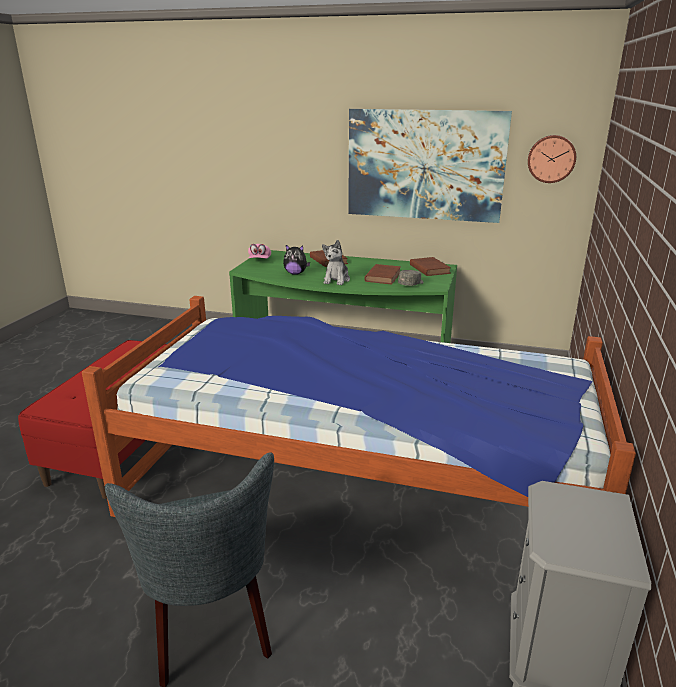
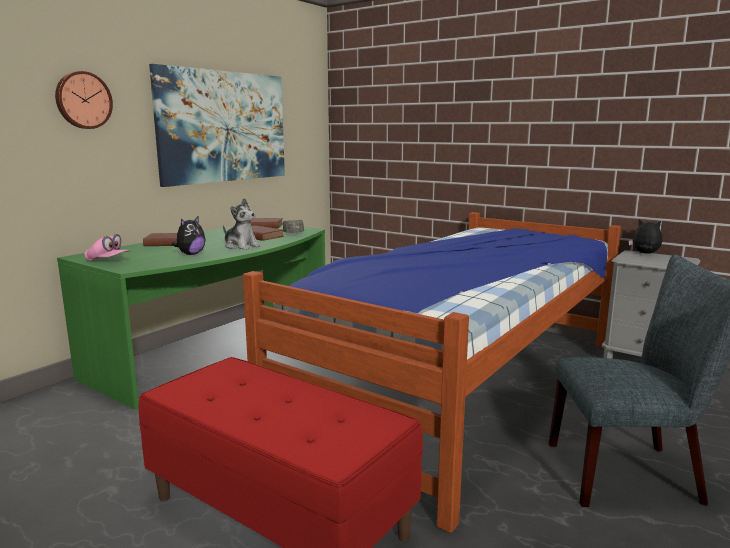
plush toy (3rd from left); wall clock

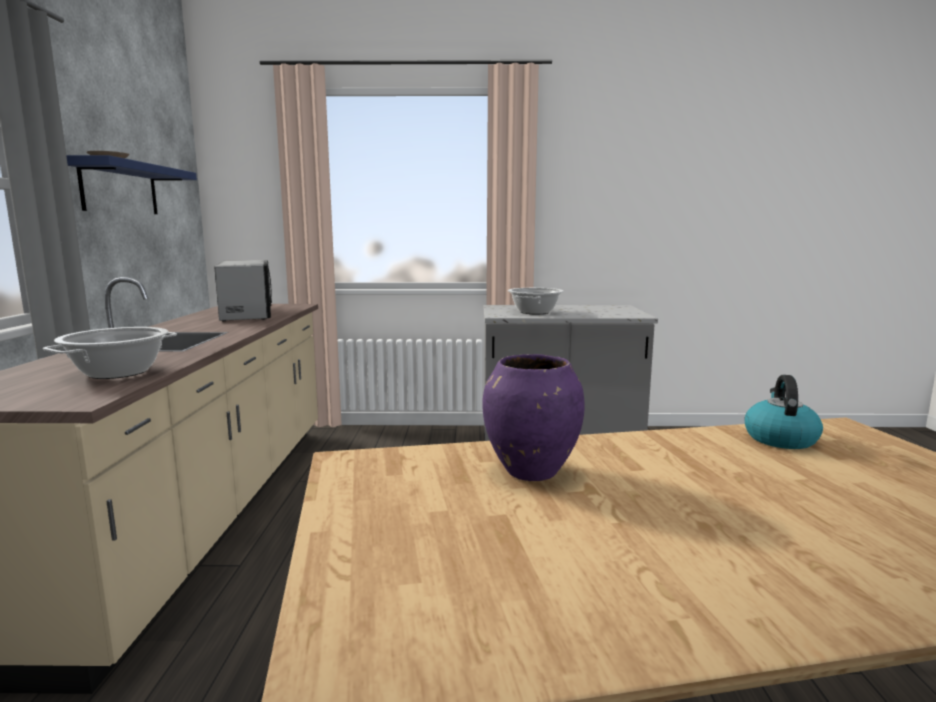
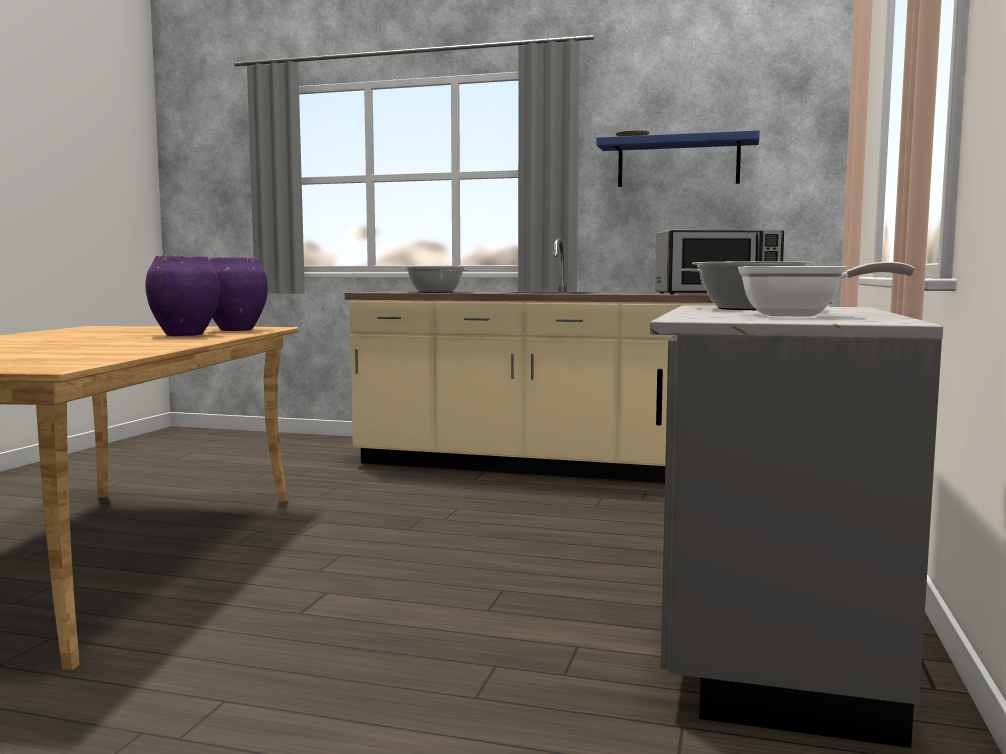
water kettle; purple-coloured vase (2nd from left); skillet

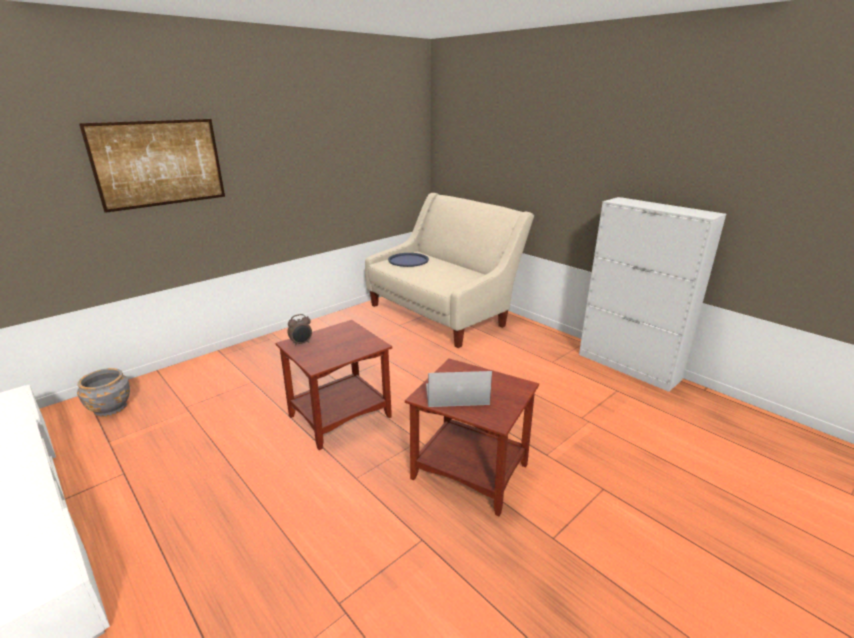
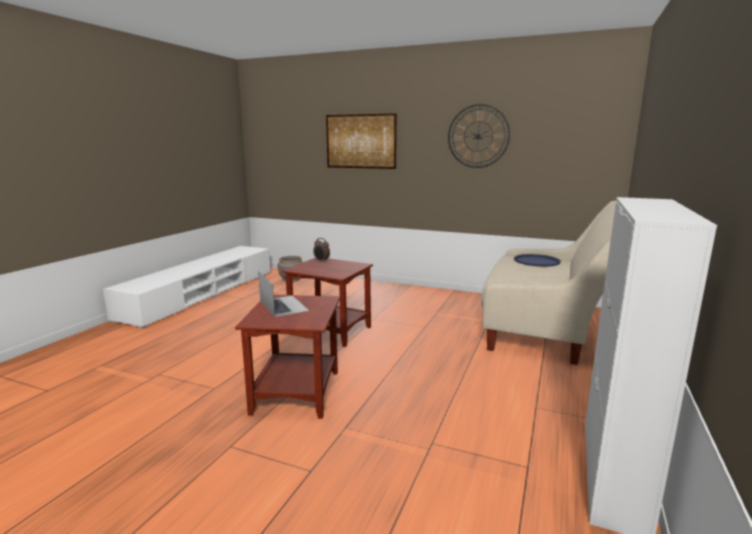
wall clock

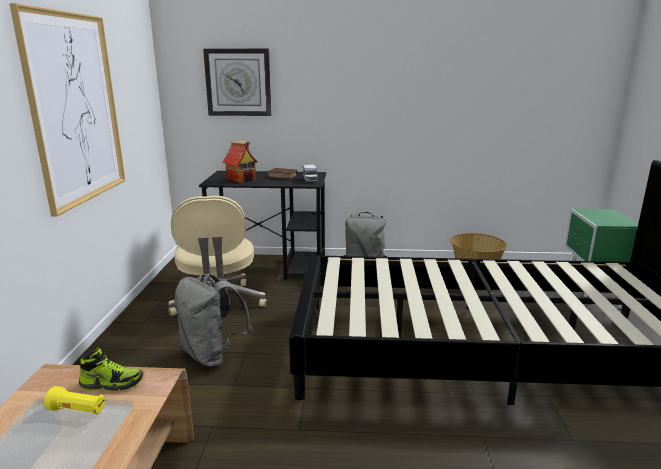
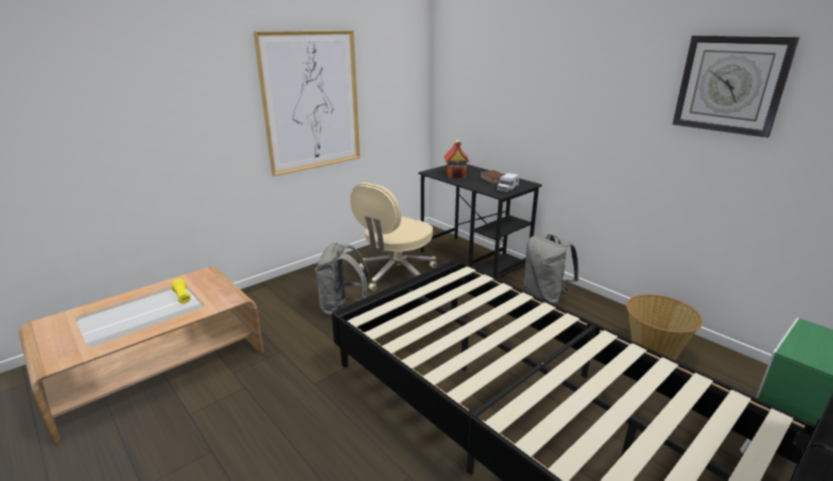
item of footwear; wall clock

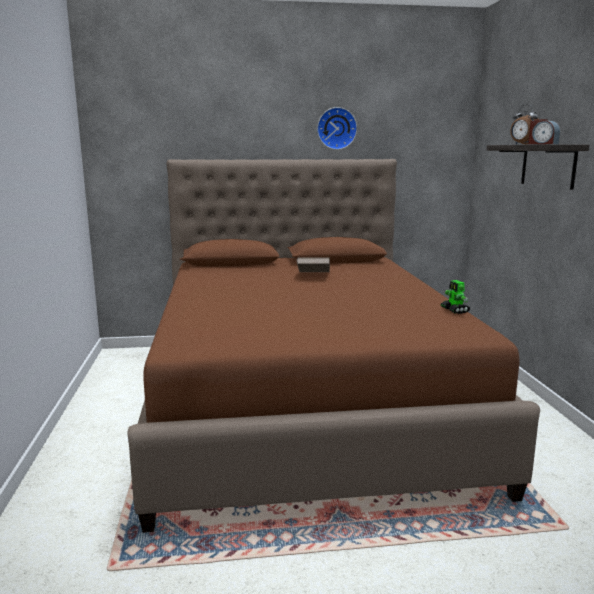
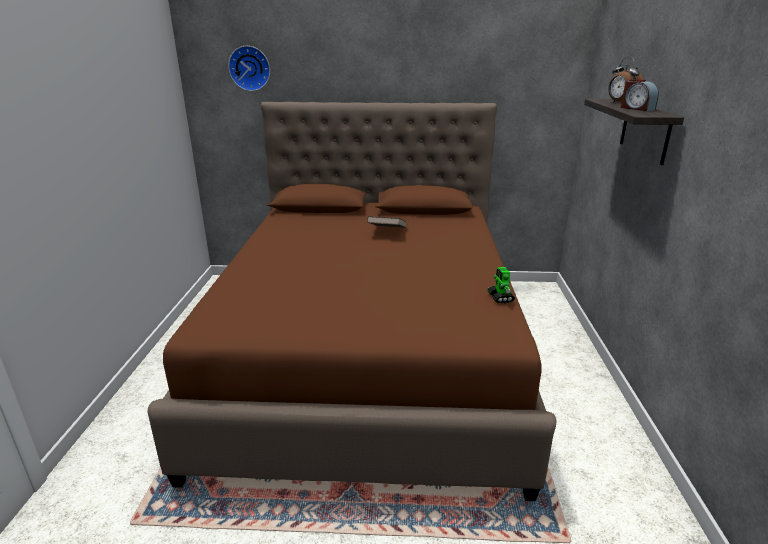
wall clock

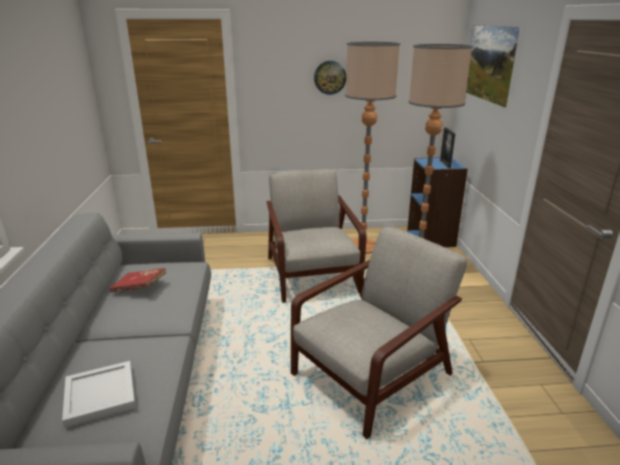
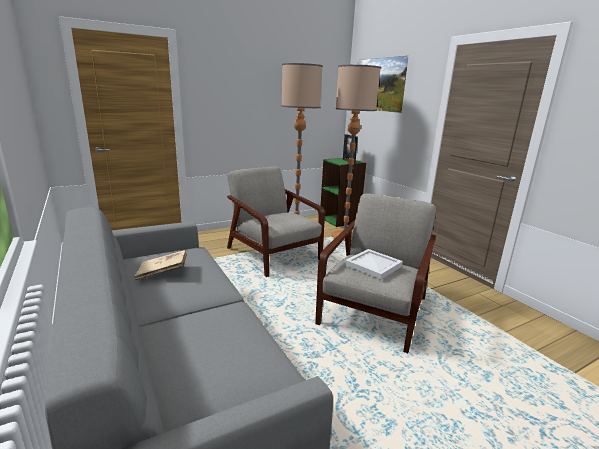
wall clock; whitish tray; beige book; green bookshelf

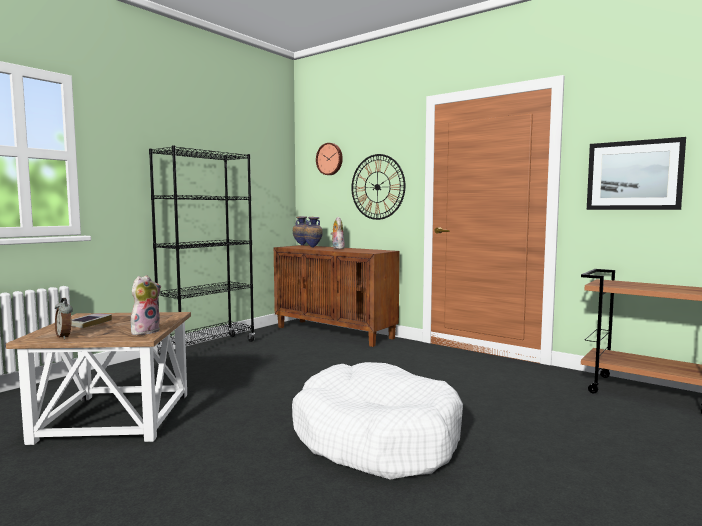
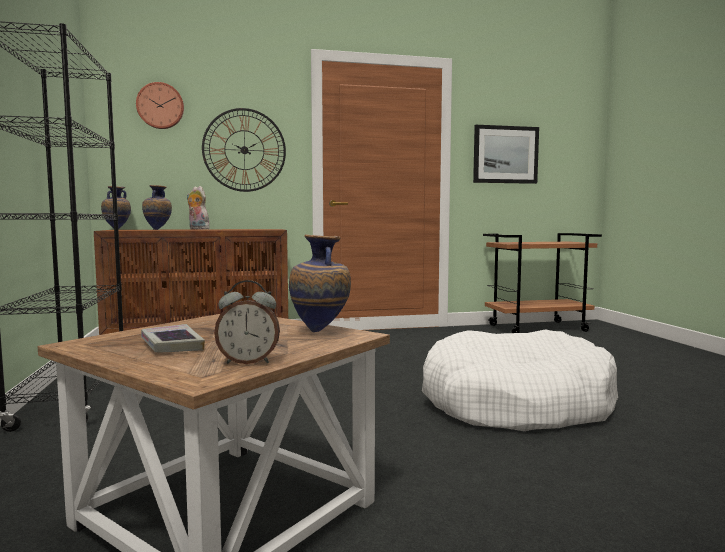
vase (3rd from left)

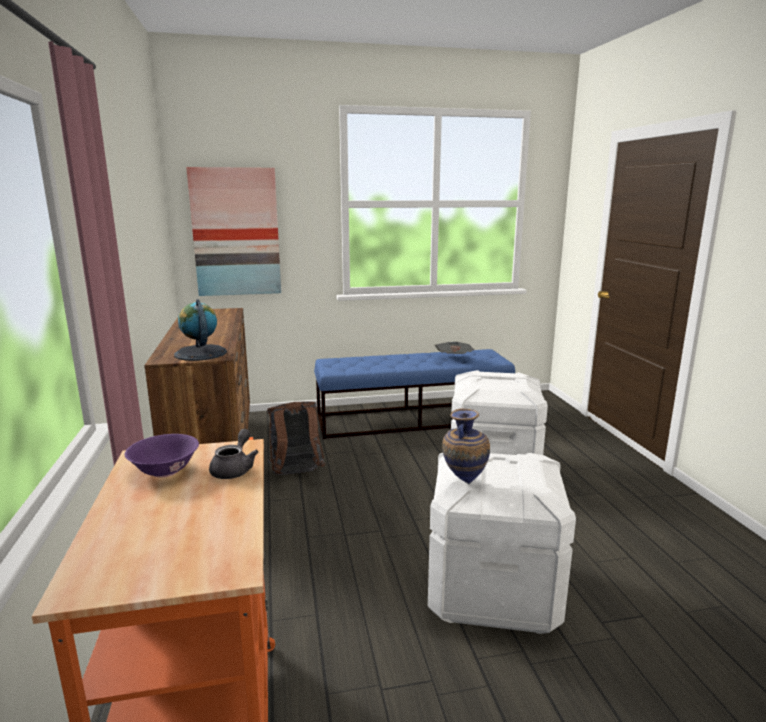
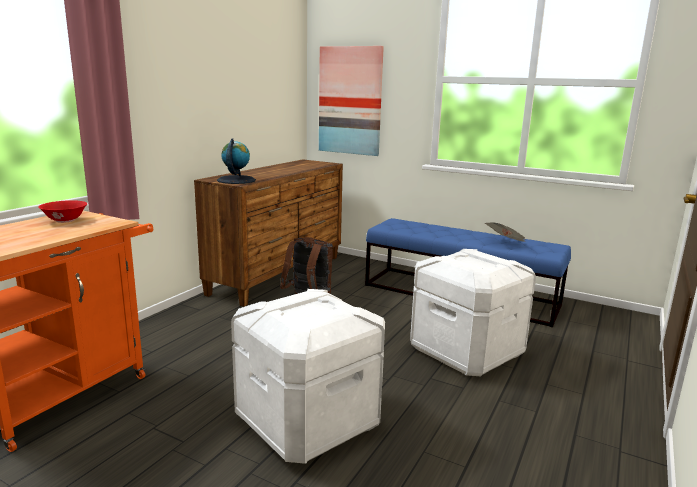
gray pot for tea; vase; reddish serving bowl

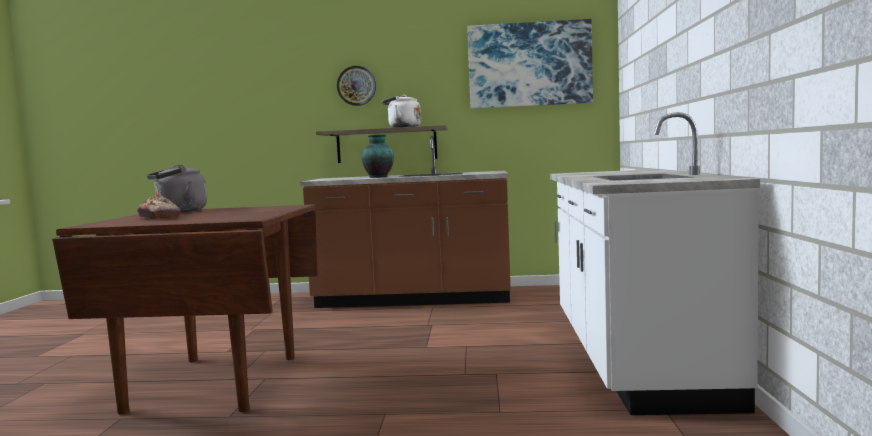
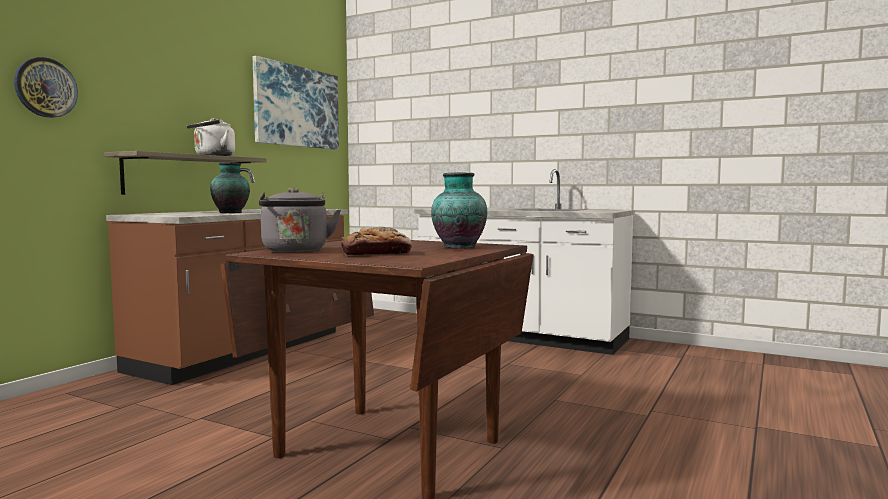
vase (2nd from left); wall clock

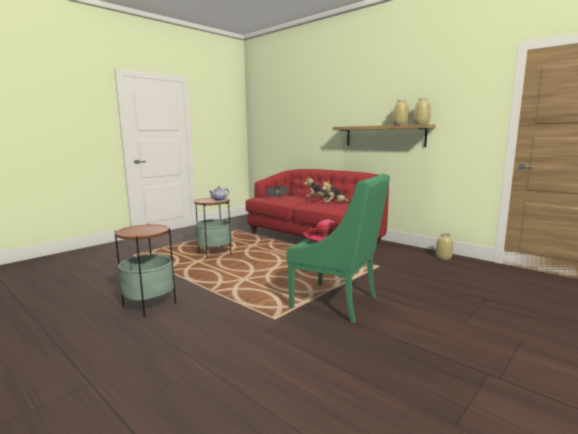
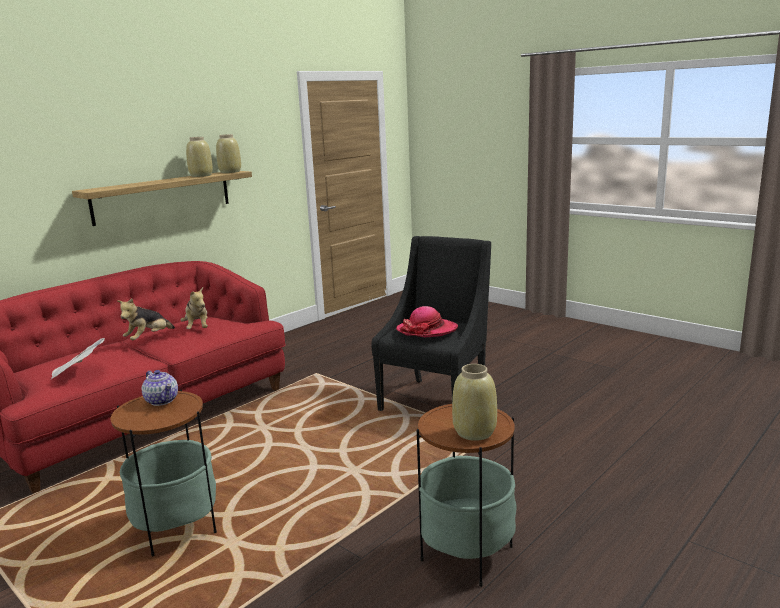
beige vase (3rd from left); black-coloured armchair

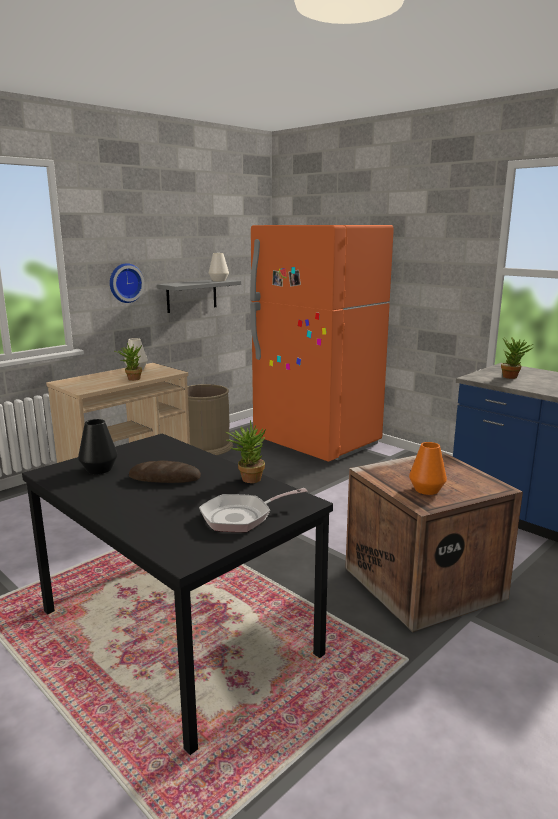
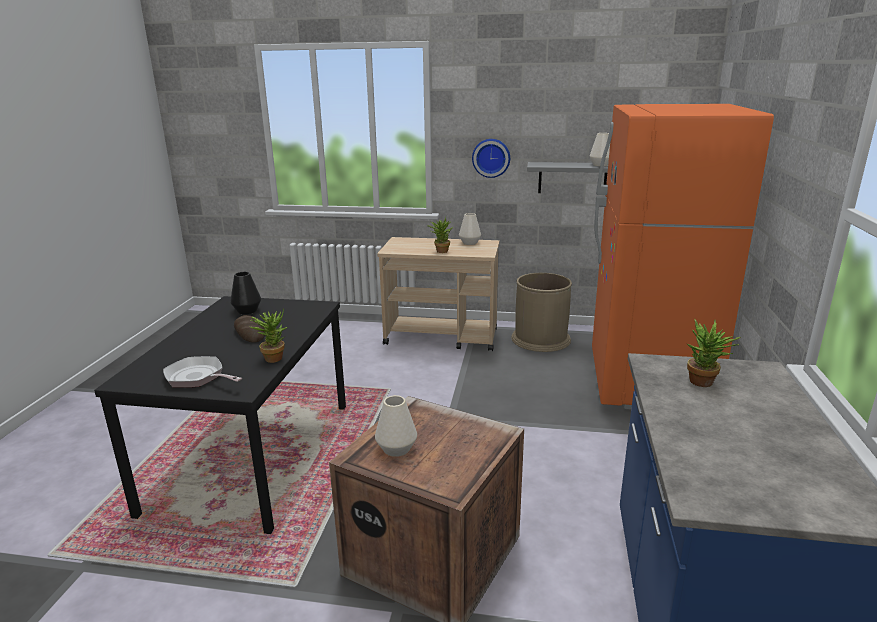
whitish vase (1st from left)

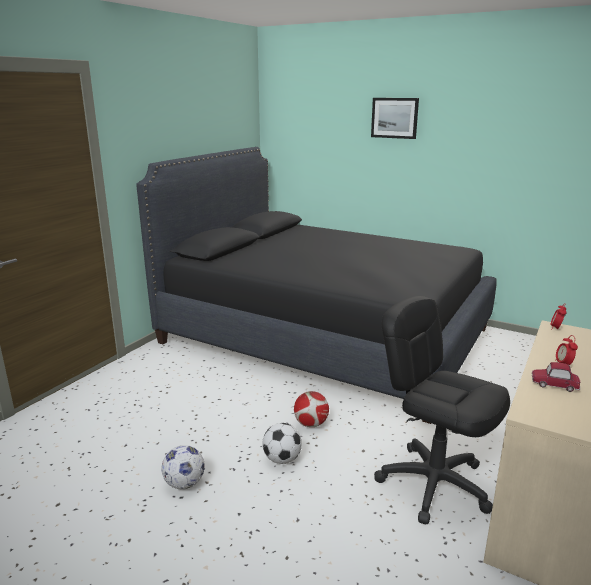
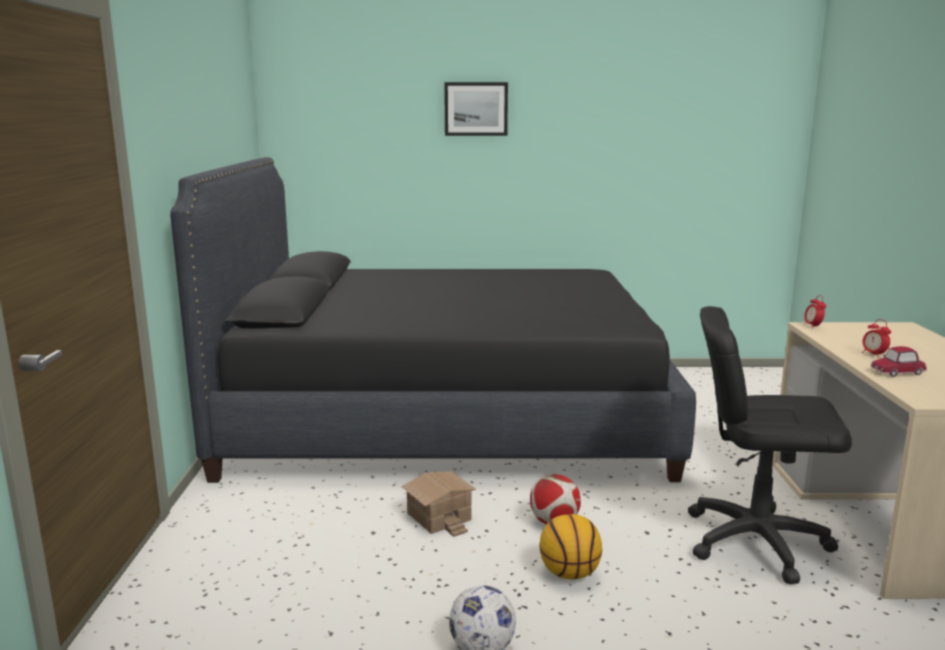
model house; basketball ball

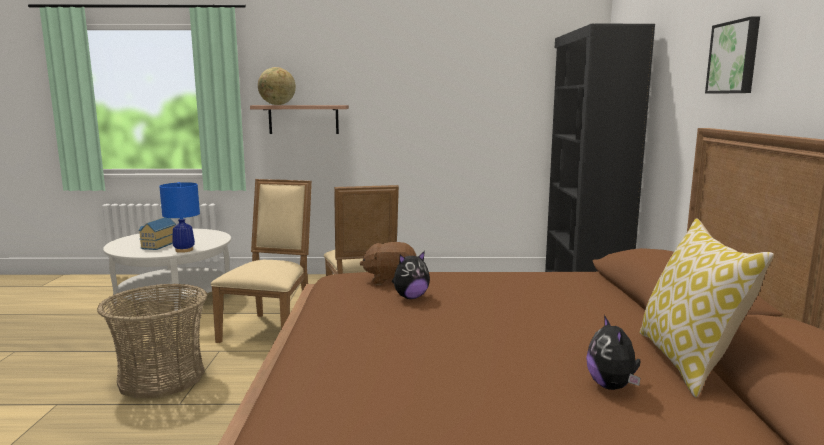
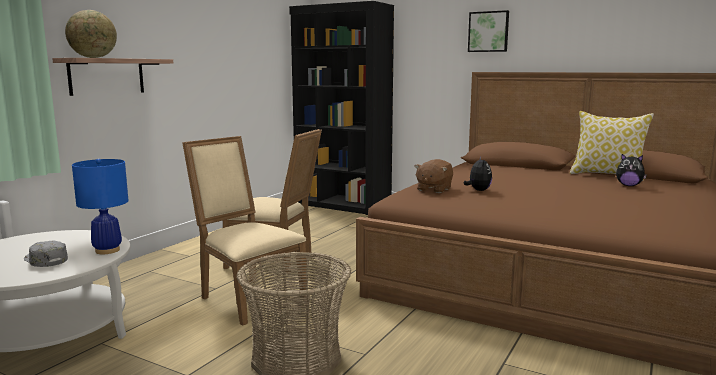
gray cap

